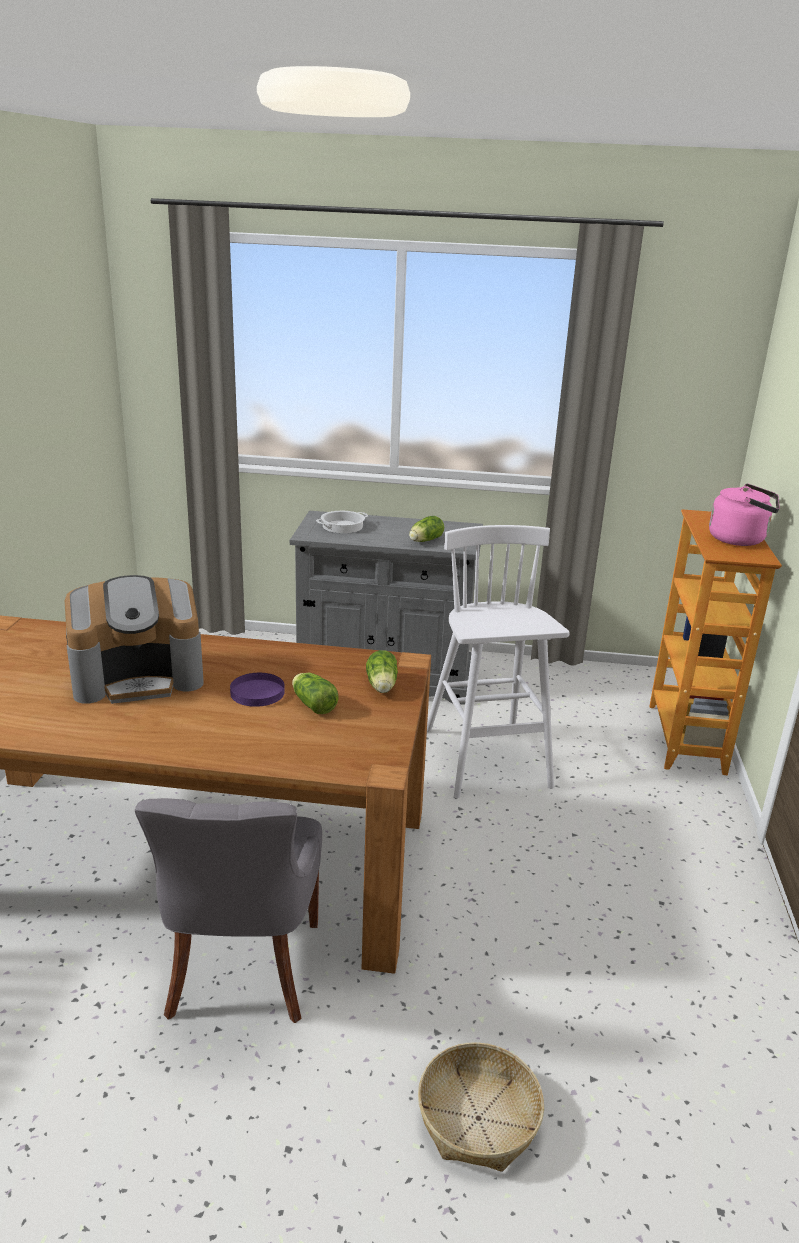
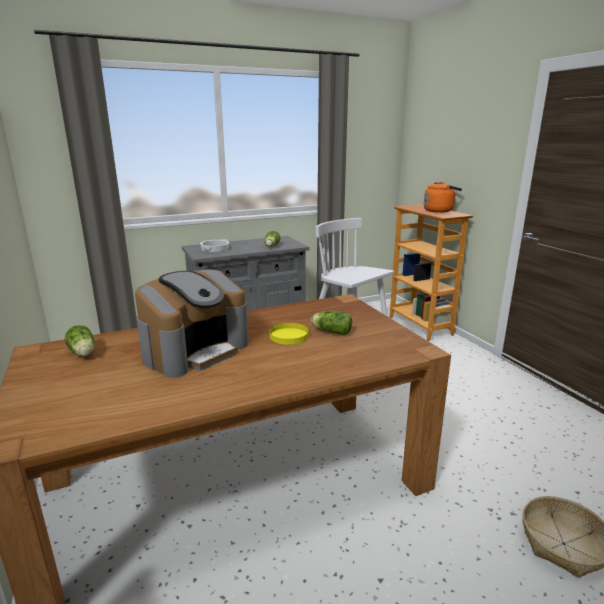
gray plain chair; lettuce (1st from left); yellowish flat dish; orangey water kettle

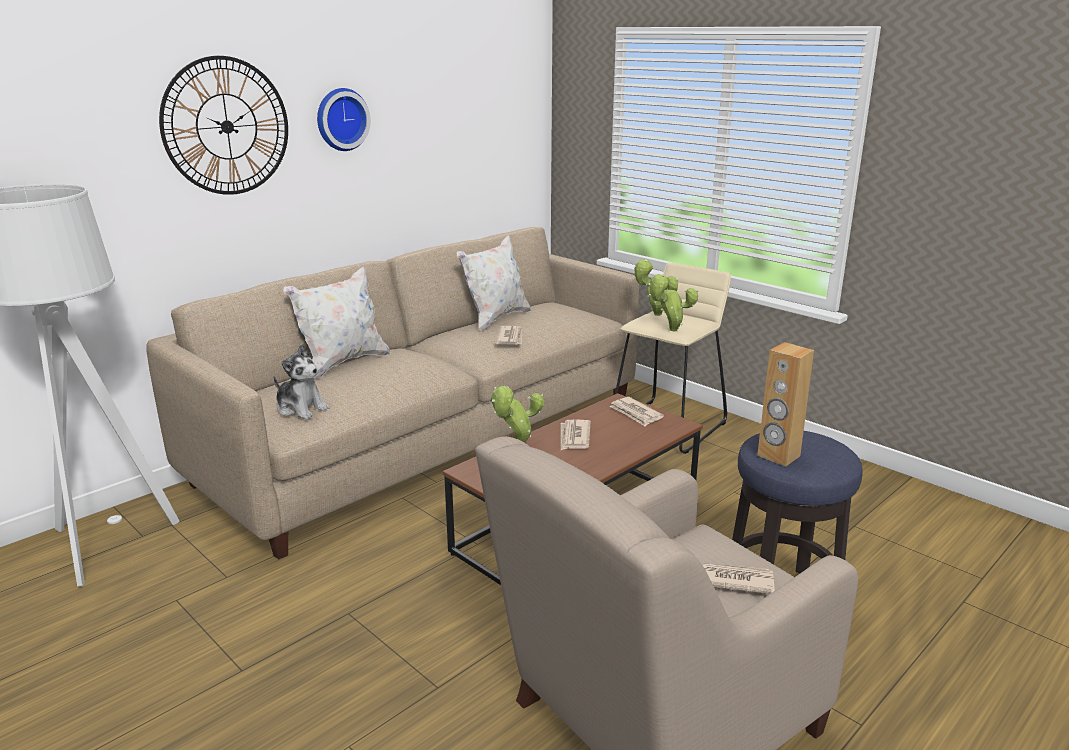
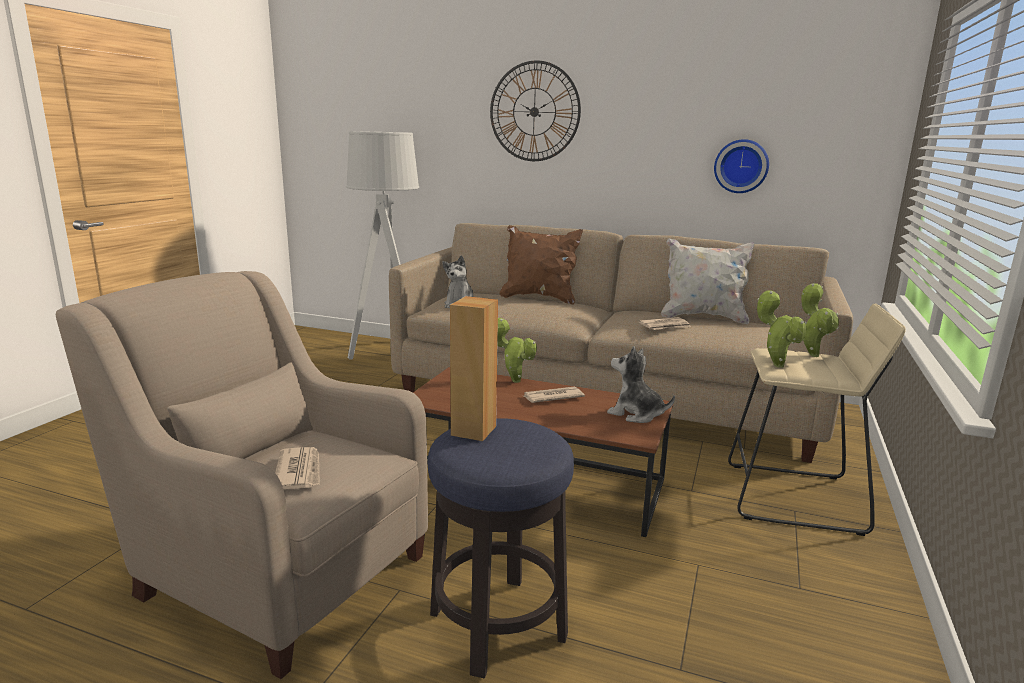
wall clock (2nd from left); plush toy (2nd from left); brownish pillow

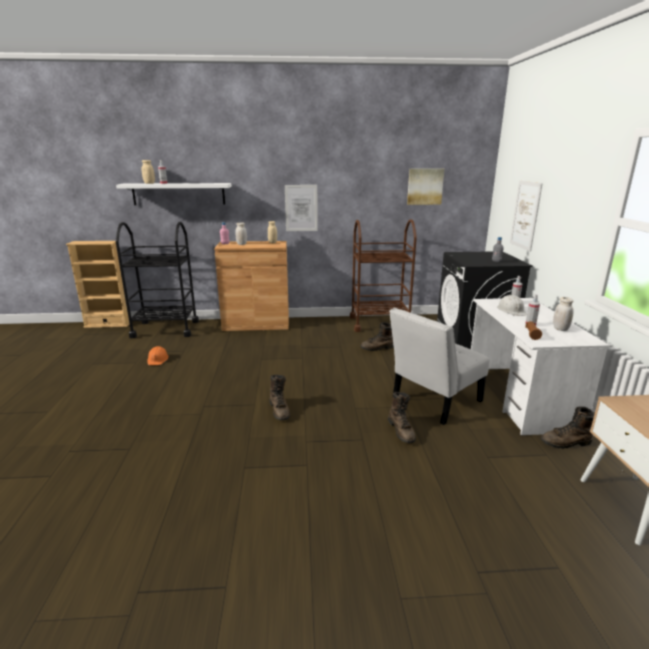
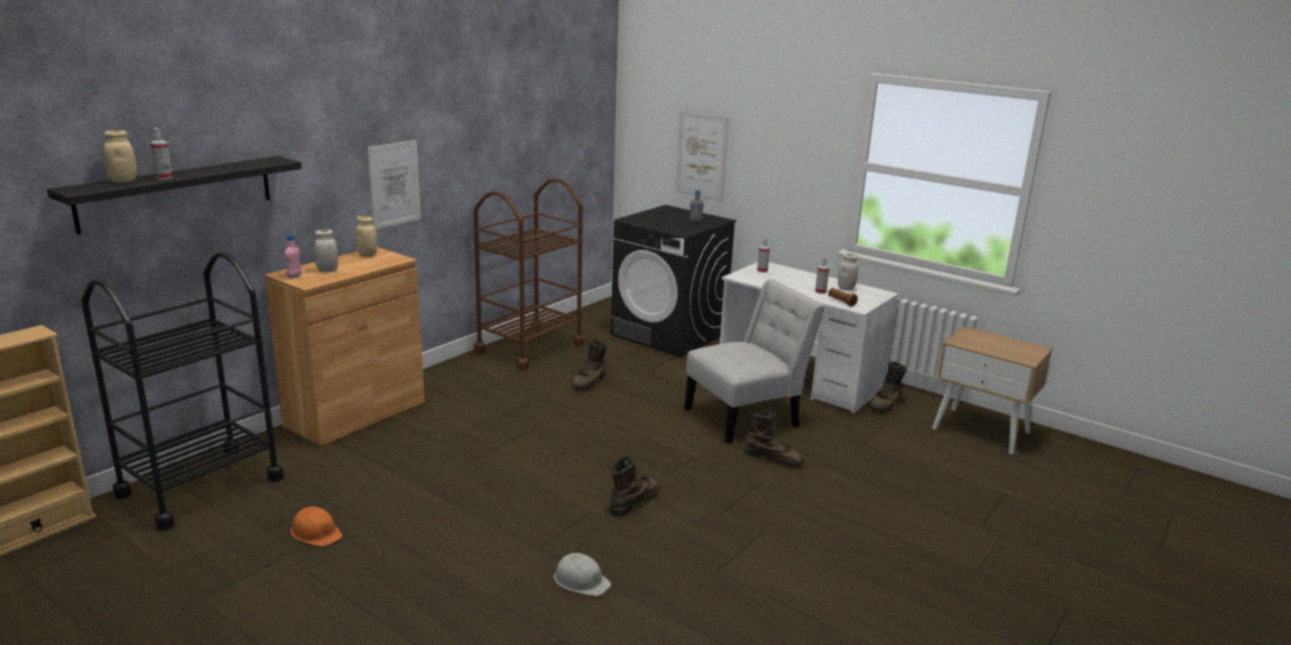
wall art (2nd from left in the first image); whitish safety helmet; black-coloured shelf; brownish high-top boot (2nd from left); whitish plain chair

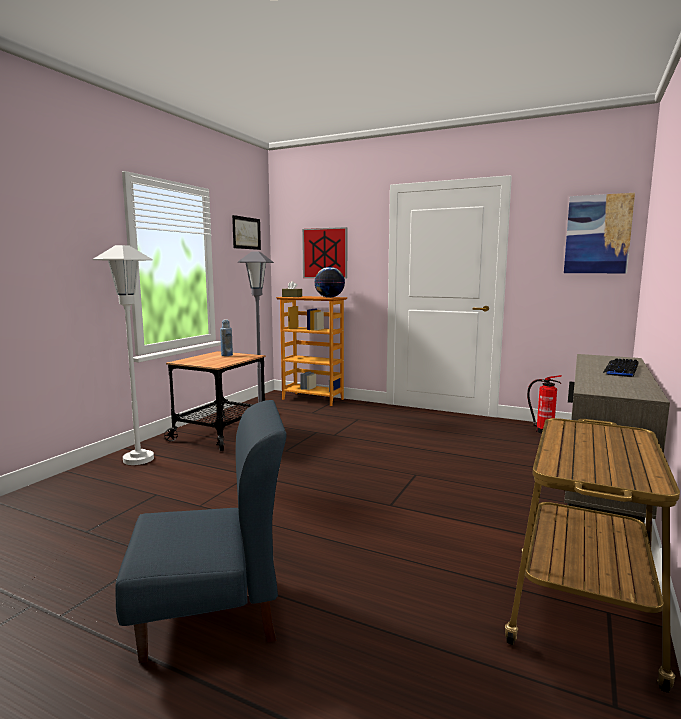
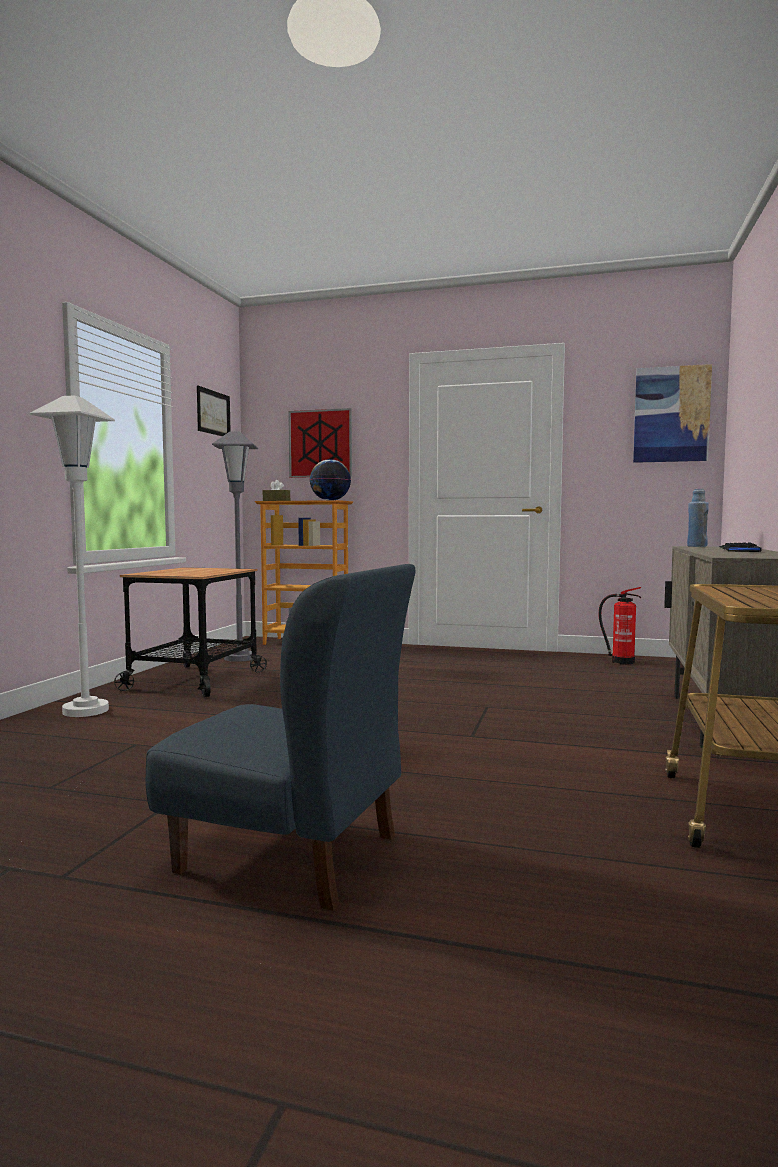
bluish bottle; bluish plain chair

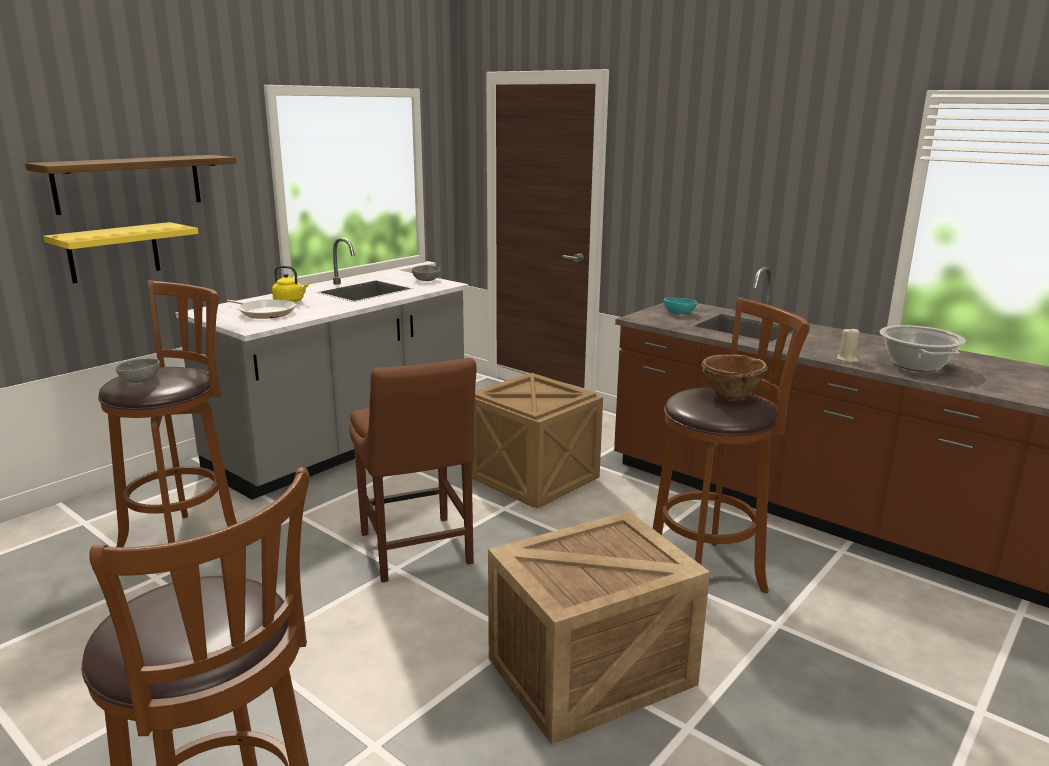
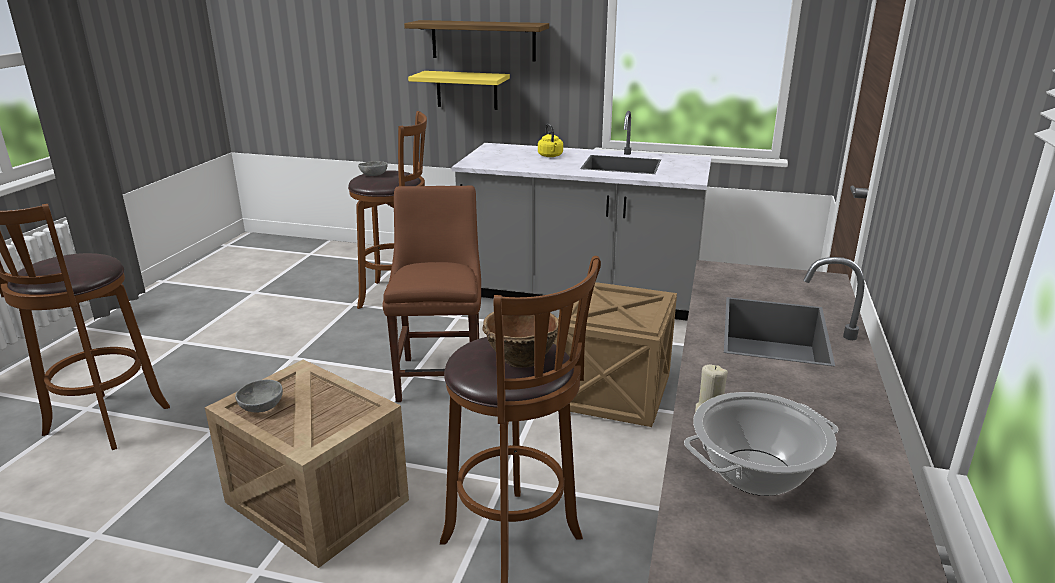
skillet; blue-green serving bowl; gray serving bowl (1st from left); brownish plain chair

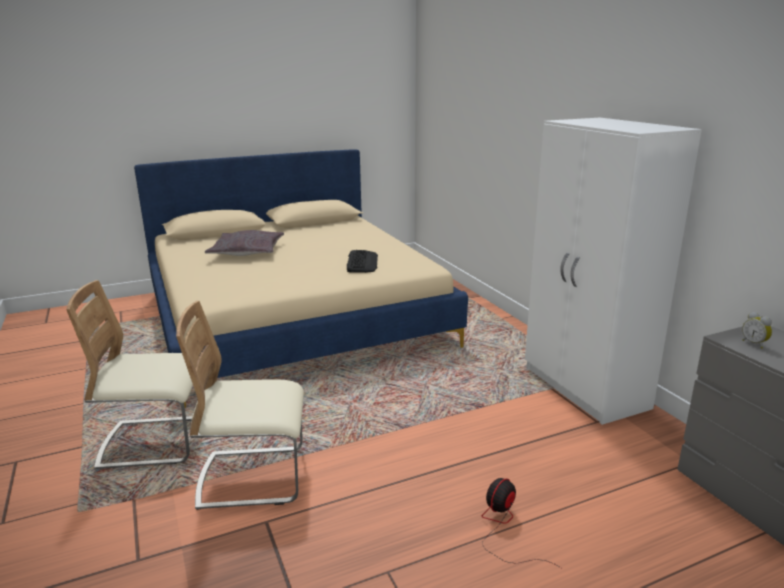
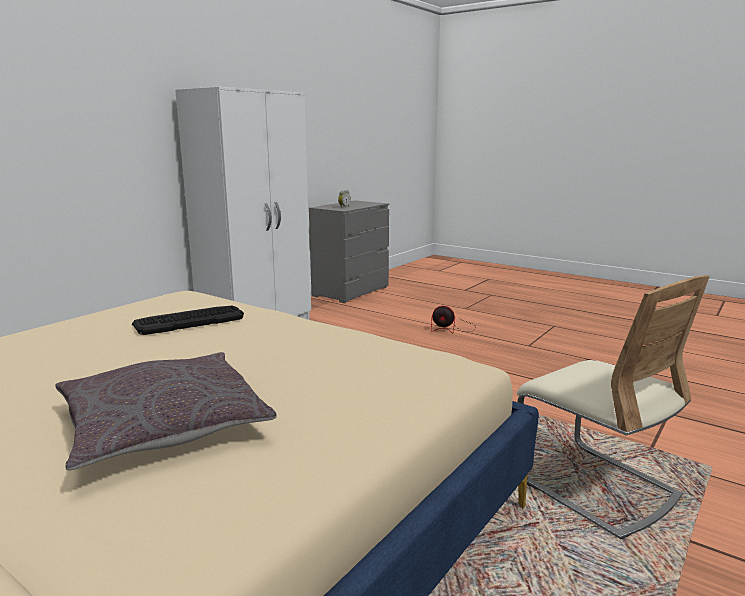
beige plain chair (2nd from left in the first image)

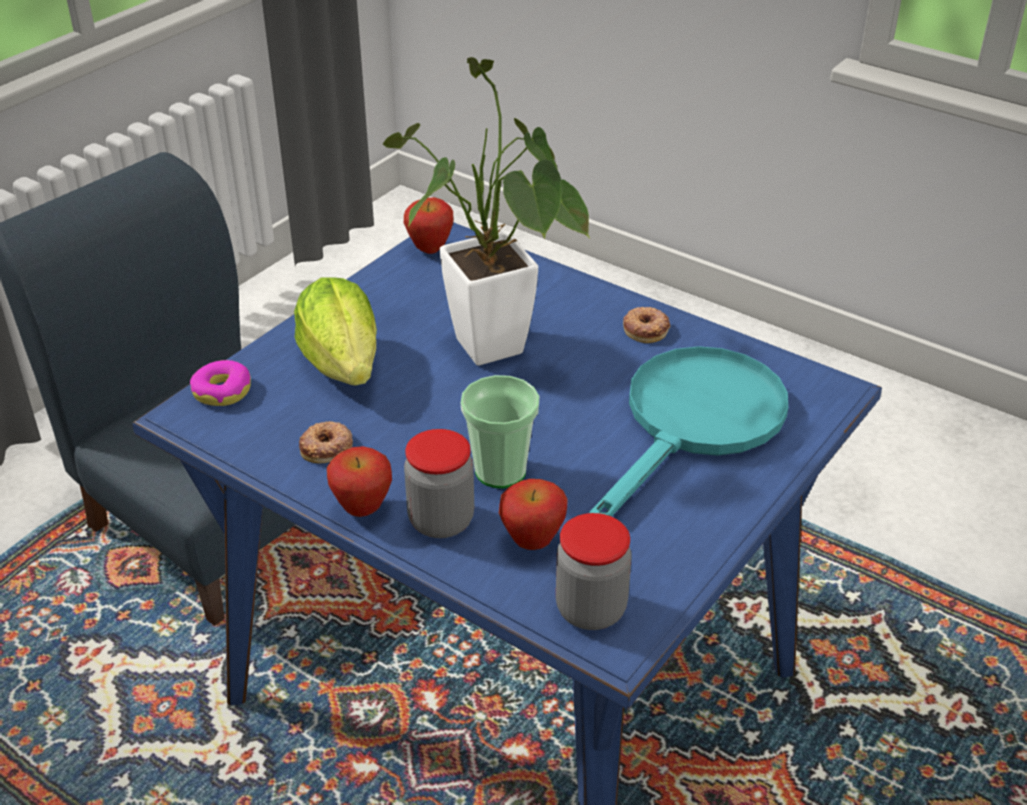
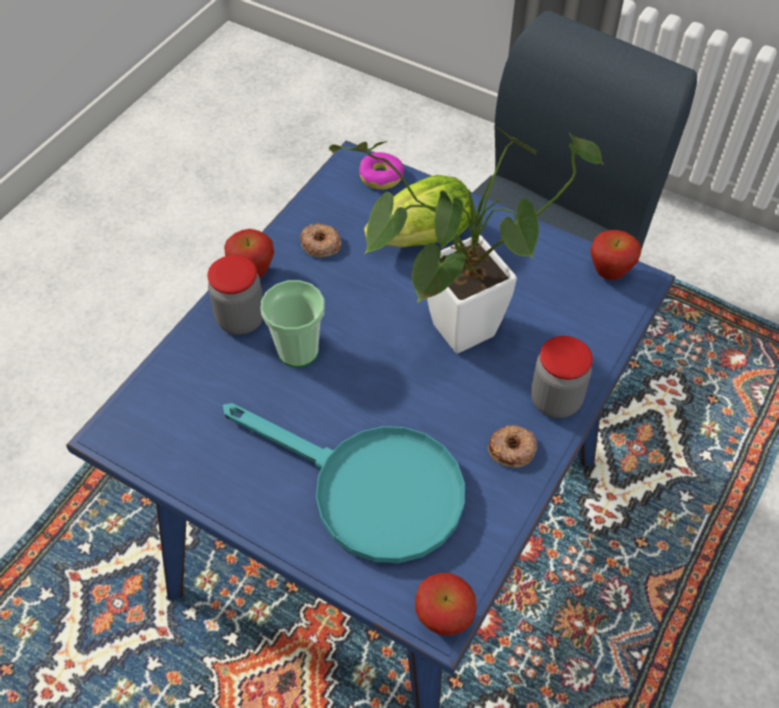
whole apple (2nd from left); preserve jar (2nd from left)

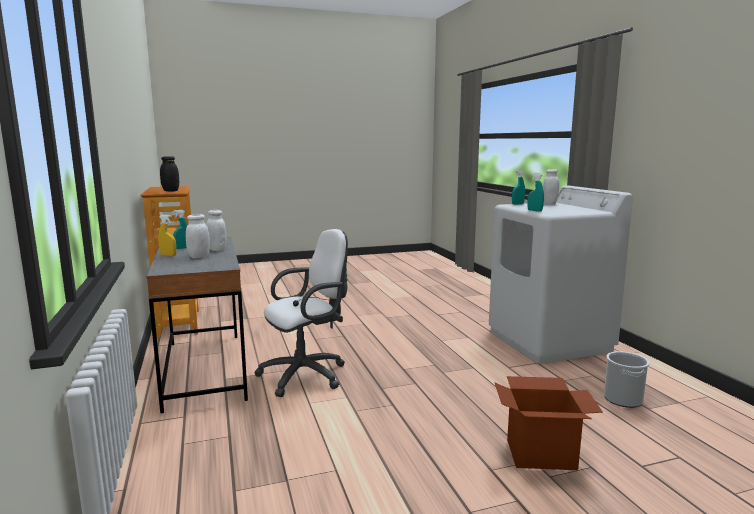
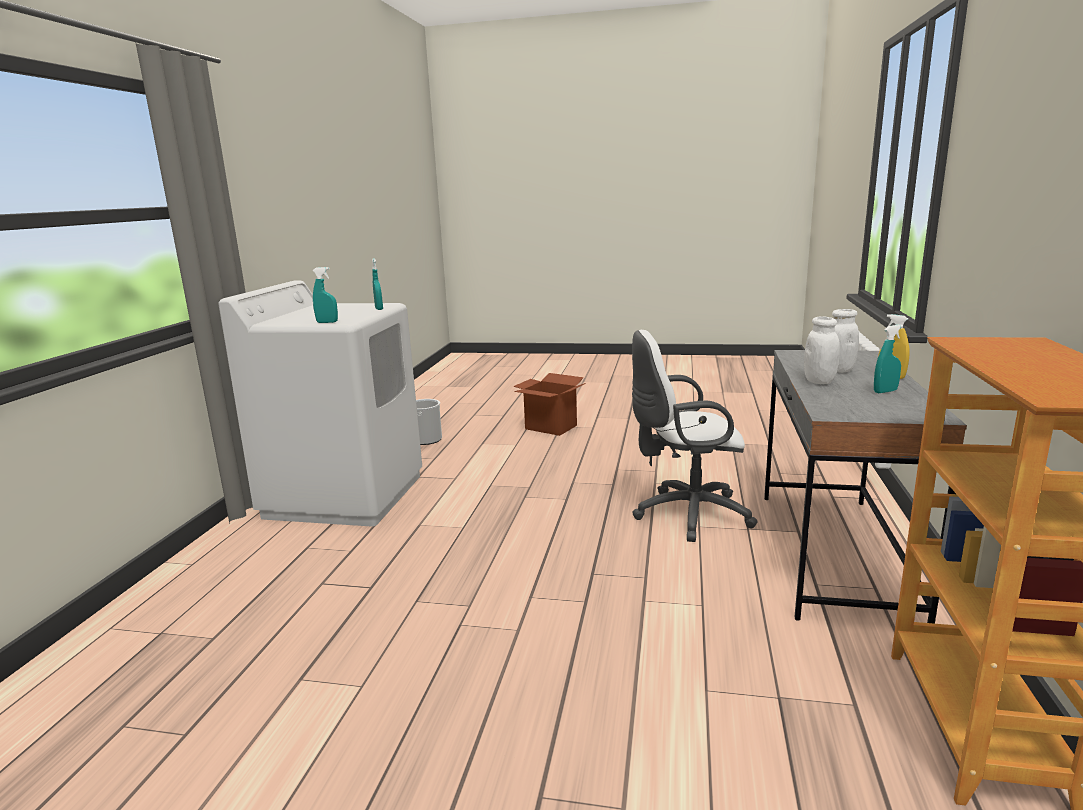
black-coloured preserve jar; whitish preserve jar (3rd from left in the first image)

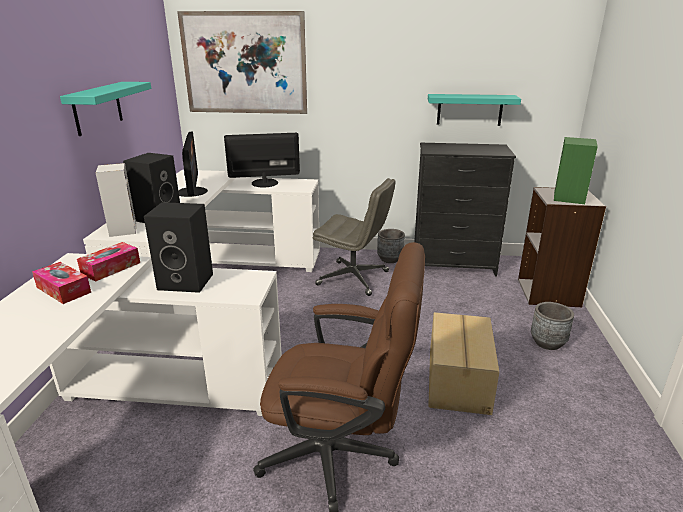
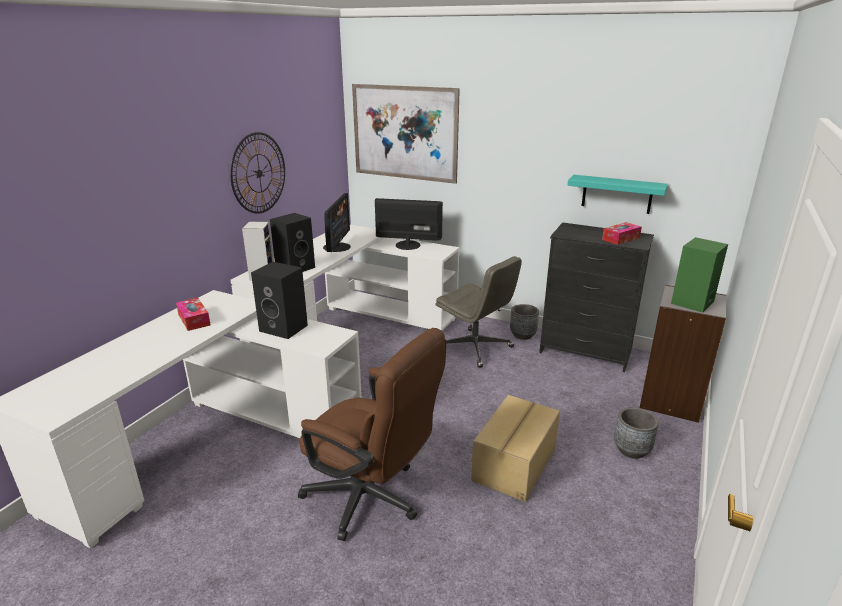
tissue box (2nd from left); wall clock

